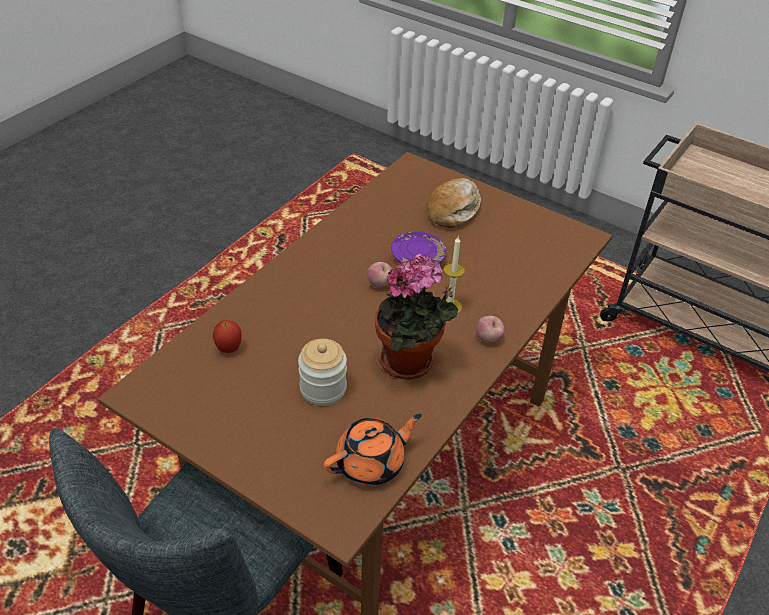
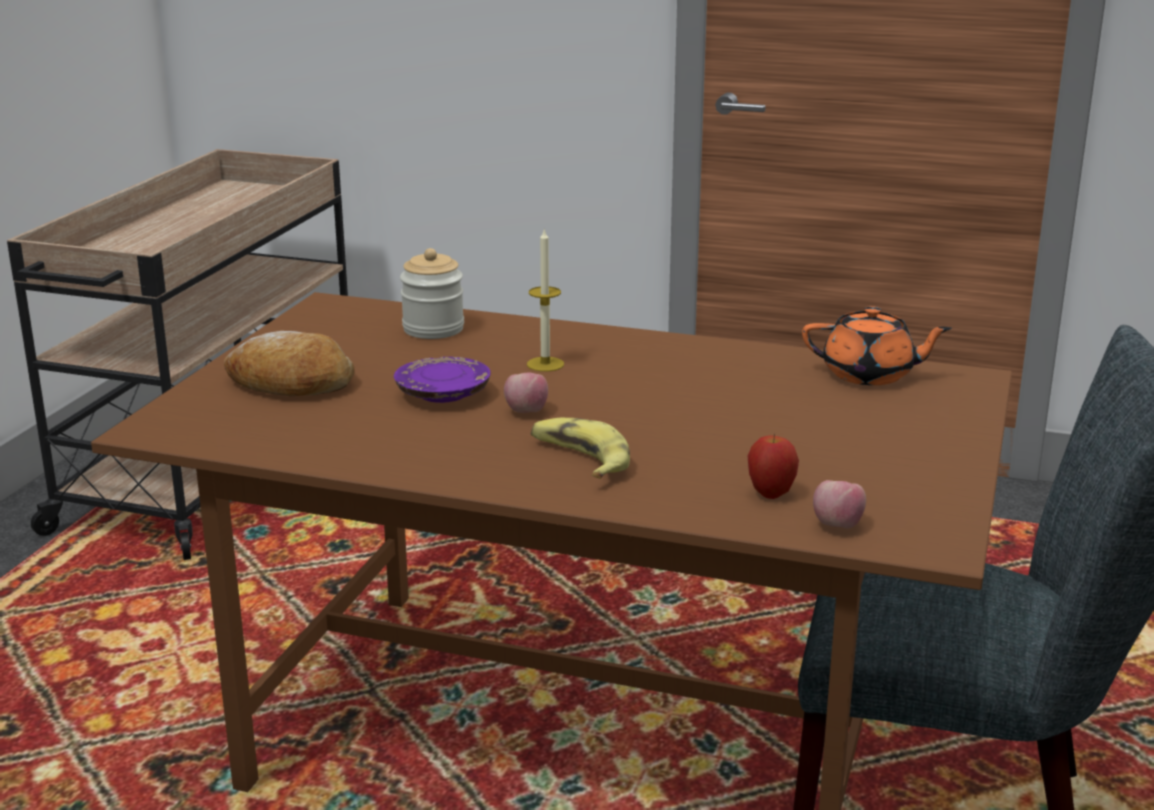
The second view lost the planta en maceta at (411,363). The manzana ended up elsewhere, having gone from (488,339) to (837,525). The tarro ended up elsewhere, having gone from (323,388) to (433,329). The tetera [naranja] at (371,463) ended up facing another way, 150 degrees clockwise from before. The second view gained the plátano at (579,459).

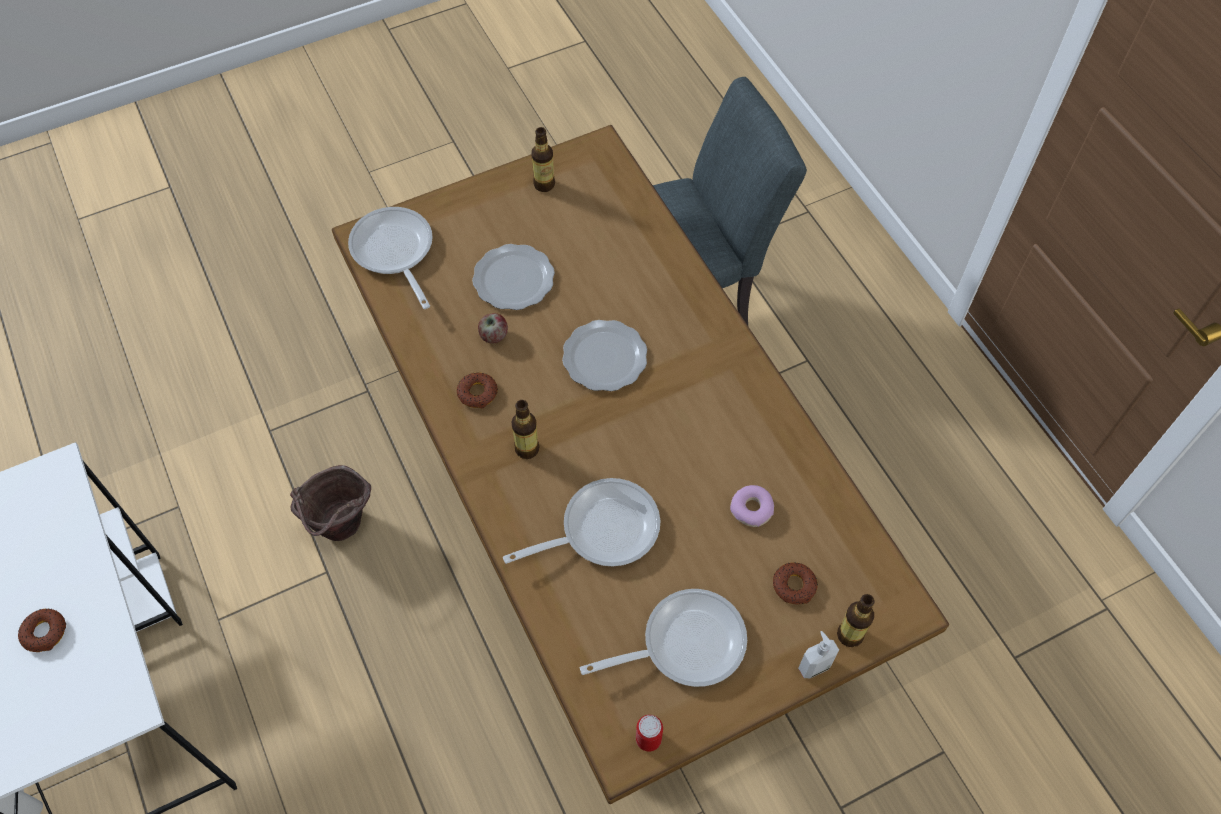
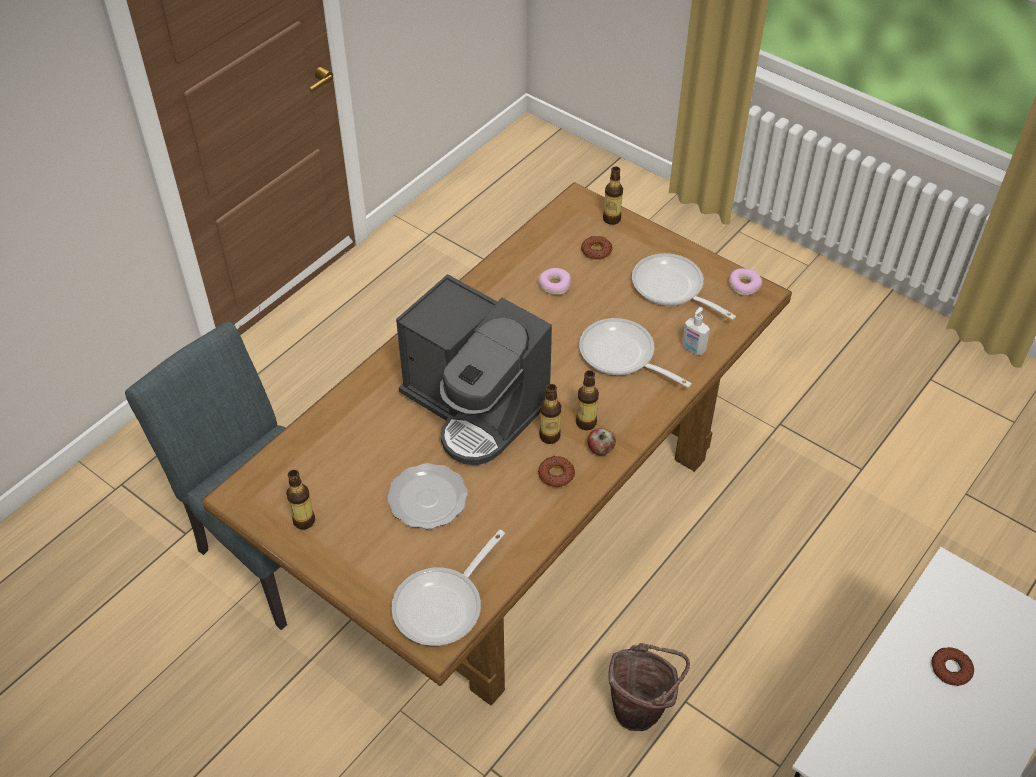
The manzana ended up elsewhere, having gone from (493,336) to (600,449). Where the plato stood at (604,359), the cafetera came to stand at (476,406). The dispensador de jabón ended up elsewhere, having gone from (814,666) to (693,349). Where the lata stood at (648,739), the rosquilla came to stand at (744,285). The second view gained the botella at (550,436).

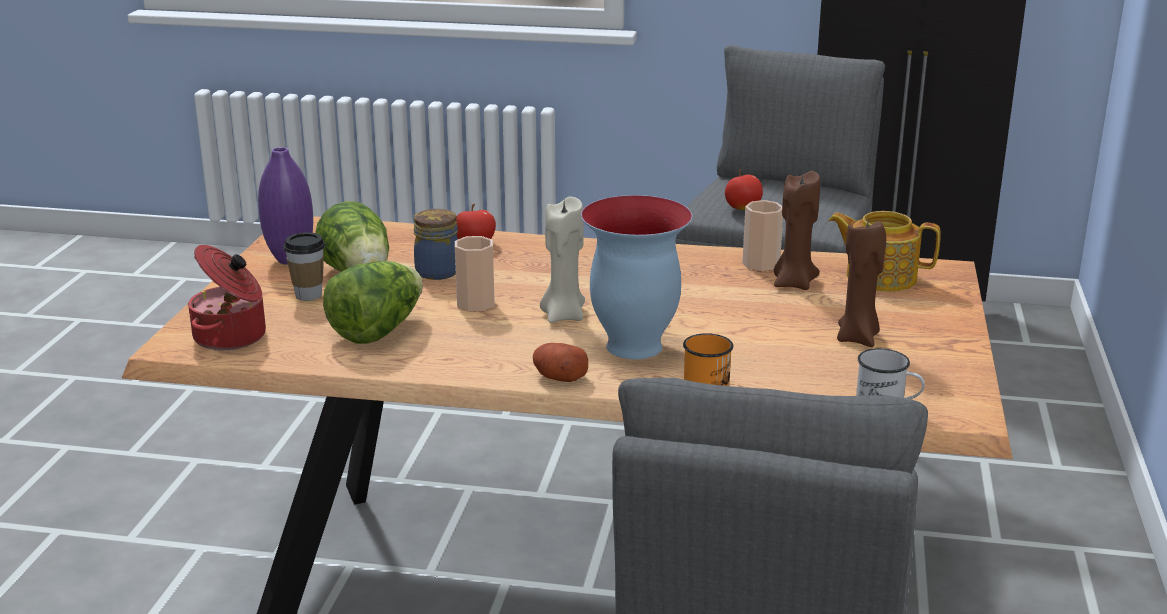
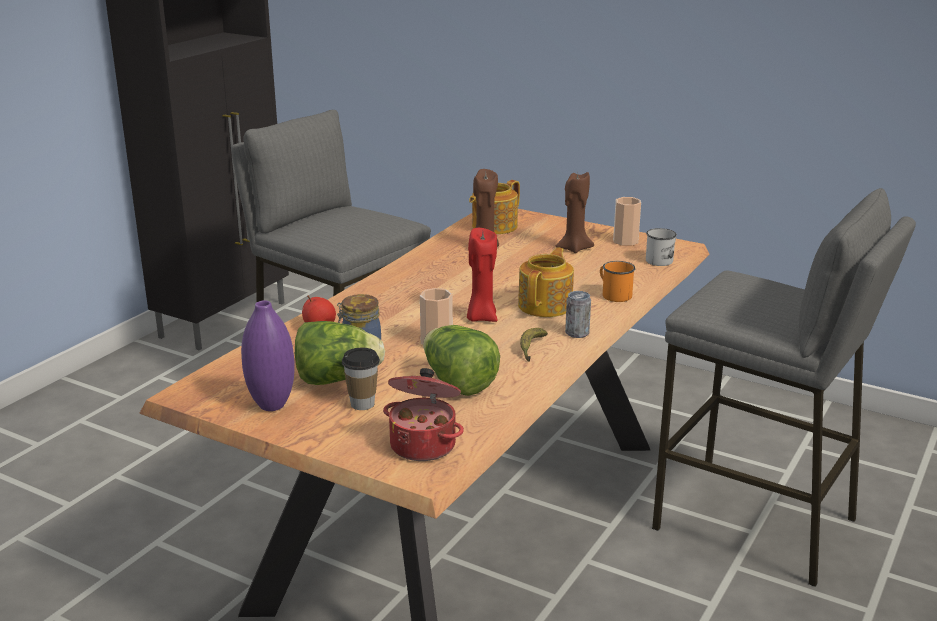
The second view lost the manzana at (743,208). Where the florero stood at (632,347), the tetera came to stand at (546,305). What was the vela [beis] at (563,315) turned into the vela [rojo] at (481,317). The taza ended up elsewhere, having gone from (761,264) to (625,241). Where the patata stood at (558,377), the lata came to stand at (577,333). The second view gained the plátano at (531,349).

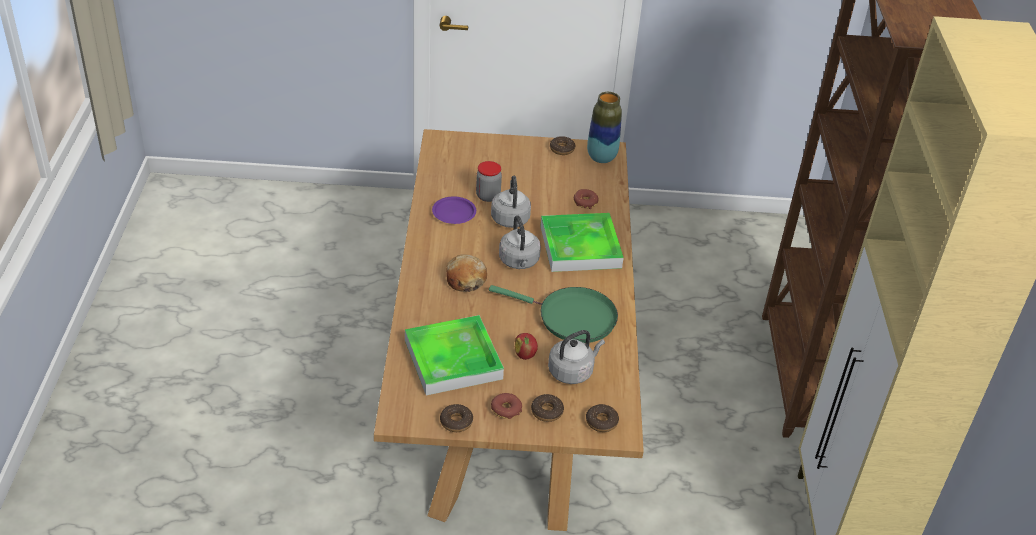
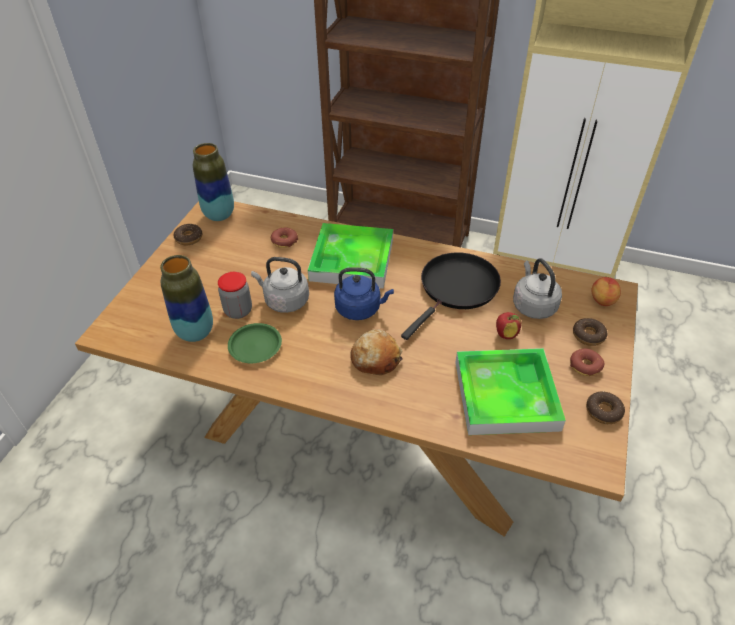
What was the plato [morado] at (454,213) turned into the plato [verde] at (255,346). What was the hervidor [gris] at (519,262) turned into the hervidor [azul] at (360,309). What was the sartén [verde] at (571,318) turned into the sartén [negro] at (456,289). Where the rosquilla stood at (601,422), the manzana came to stand at (602,300). The second view gained the florero at (195,332).

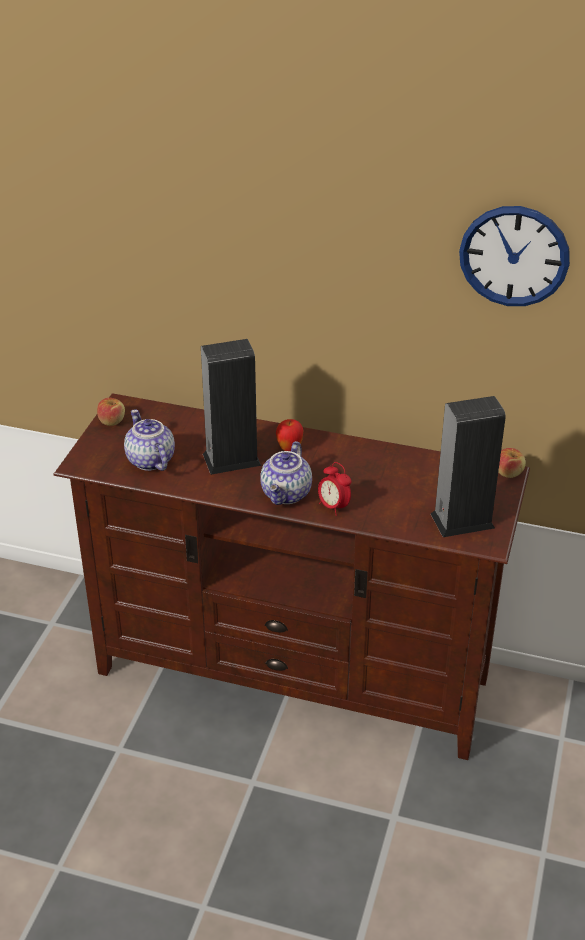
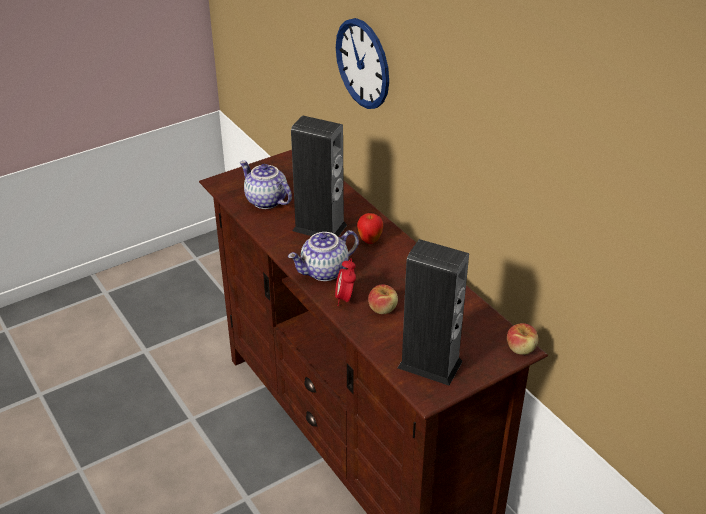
The reloj de pared ended up elsewhere, having gone from (514,256) to (363,63). The manzana ended up elsewhere, having gone from (112,421) to (383,308). The tetera at (149,460) ended up facing another way, 60 degrees counterclockwise from before.

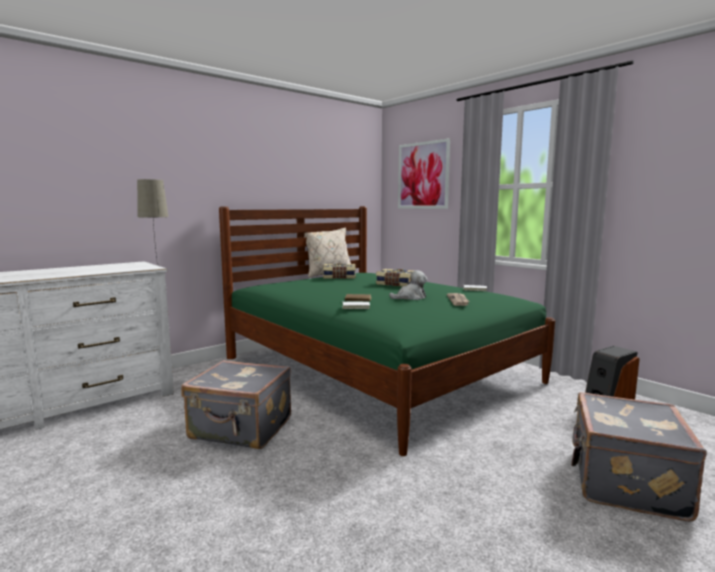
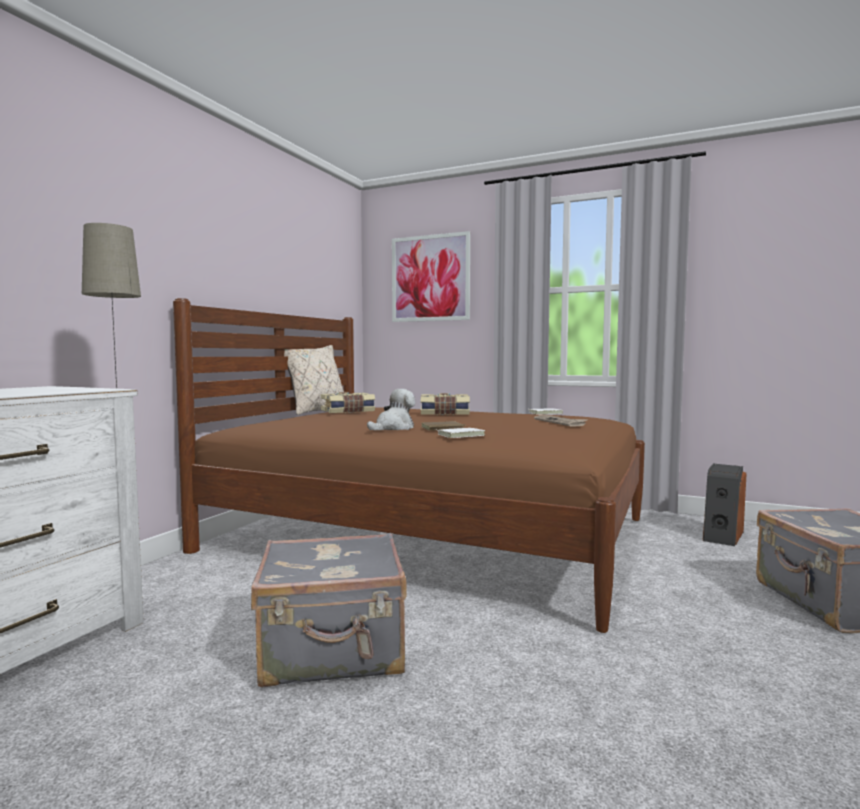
What was the cama [verde] at (375,370) turned into the cama [marrón] at (431,535). The peluche ended up elsewhere, having gone from (410,297) to (393,428).

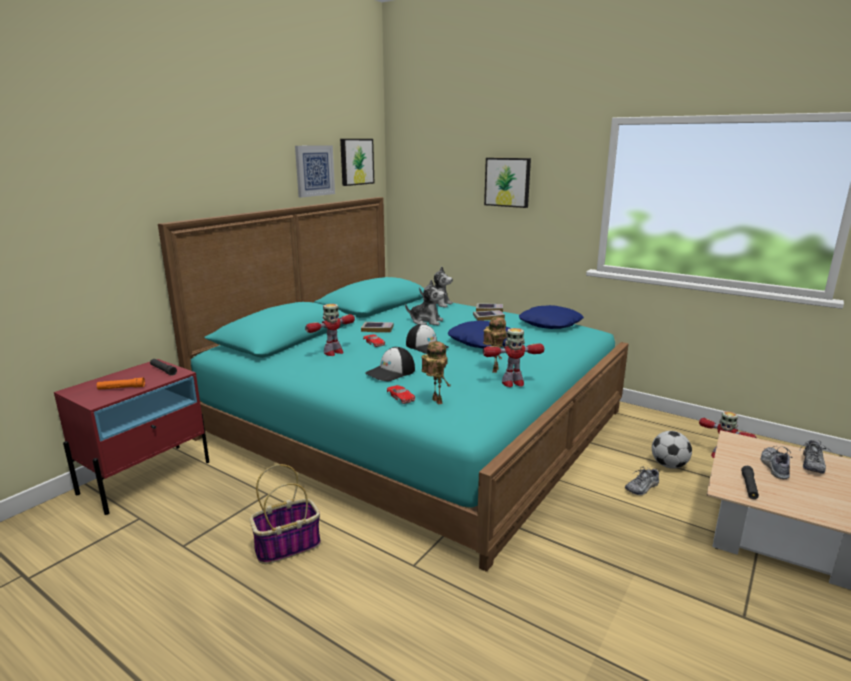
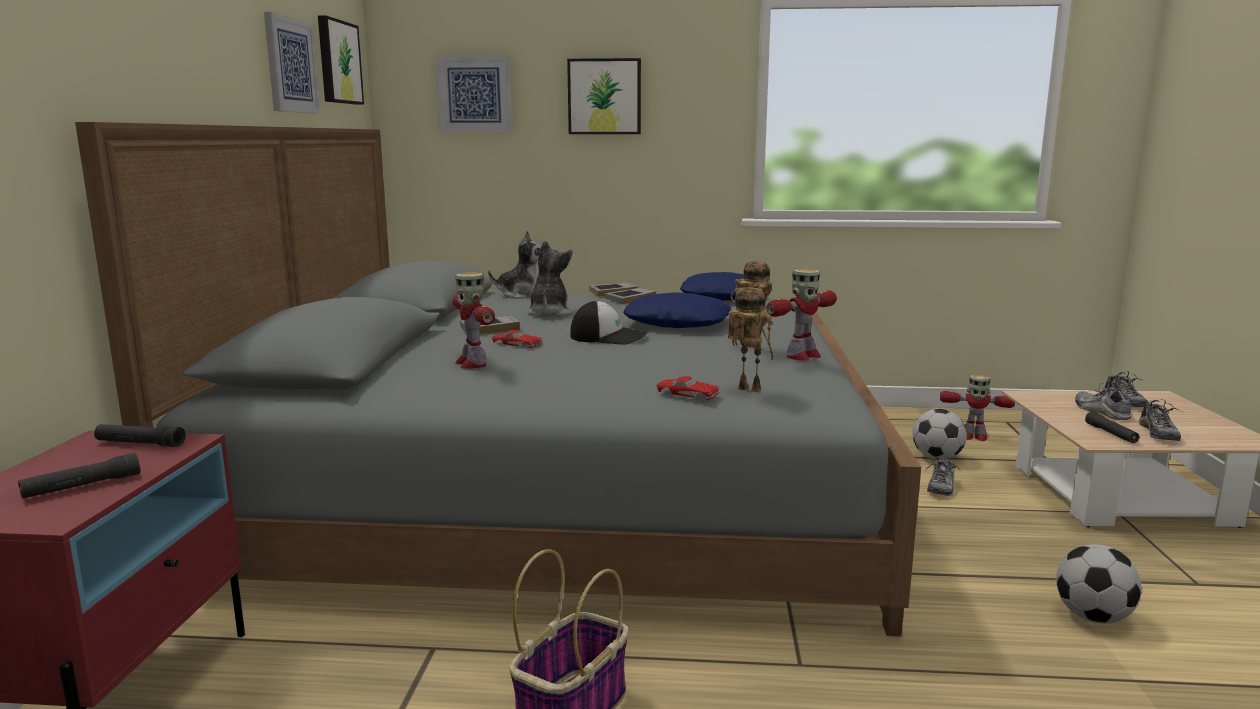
What was the cama [turquesa] at (415,423) turned into the cama [gris] at (565,485). The peluche at (426,321) ended up facing another way, 75 degrees counterclockwise from before. The robot de juguete at (333,352) ended up facing another way, 135 degrees clockwise from before. The second view lost the gorra at (391,372). What was the linterna [naranja] at (121,388) turned into the linterna [negro] at (82,486). The second view gained the cuadro at (474,94). The second view gained the zapato at (1158,433). The second view gained the balón de fútbol at (1092,617).

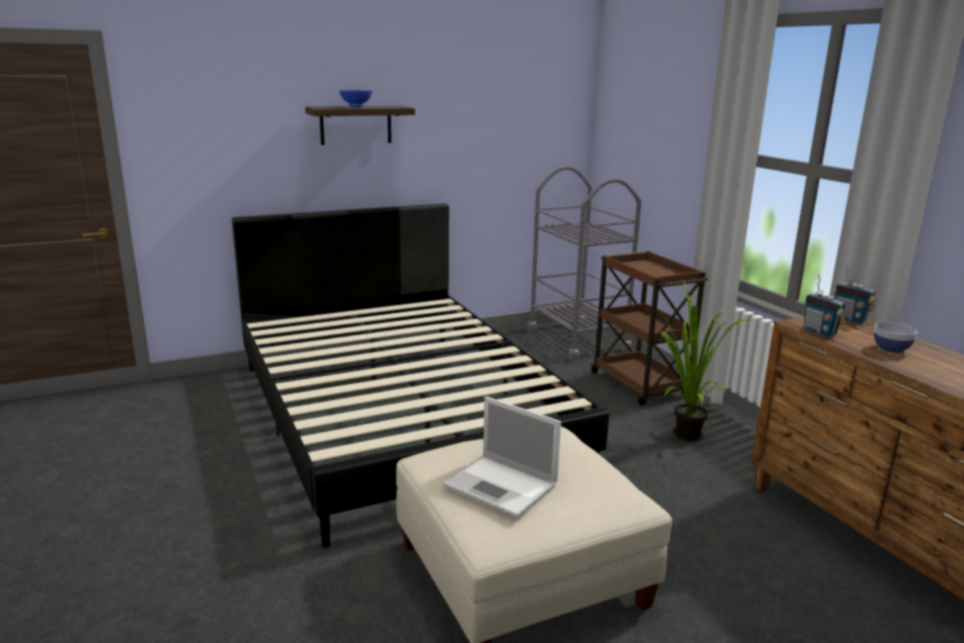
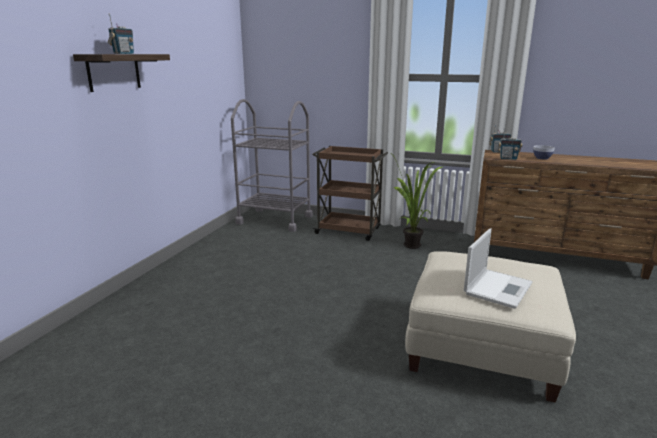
Where the cuenco [azul] stood at (356,107), the radio came to stand at (123,53). The second view lost the cama [negro] at (400,415). The portátil at (502,486) ended up facing another way, 45 degrees counterclockwise from before.

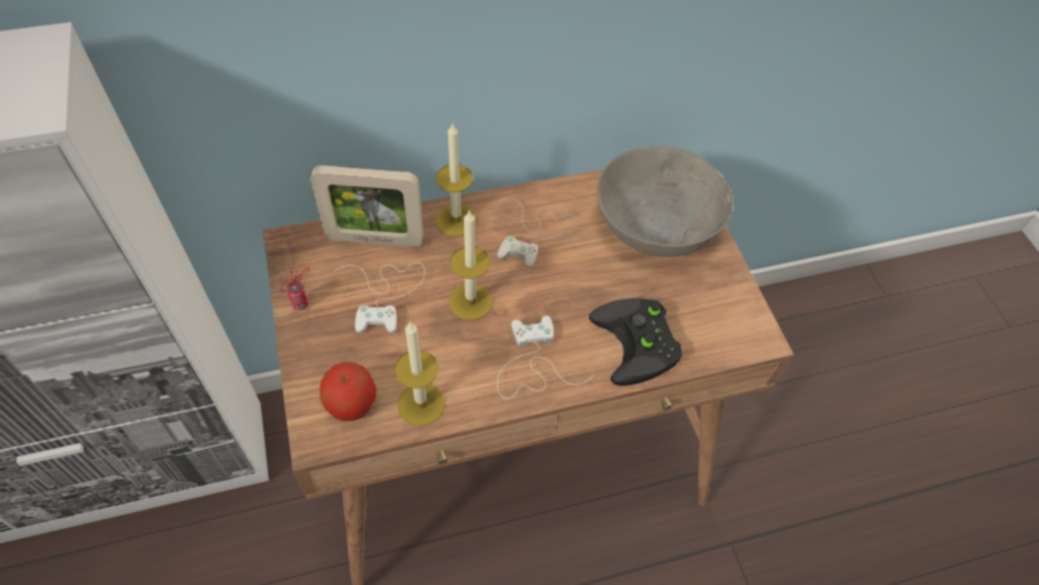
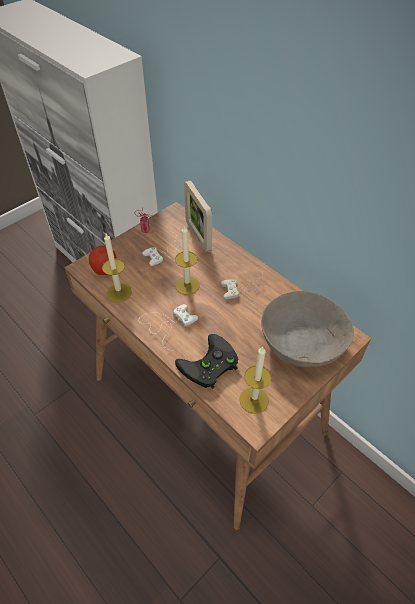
The vela ended up elsewhere, having gone from (456,220) to (254,400).

